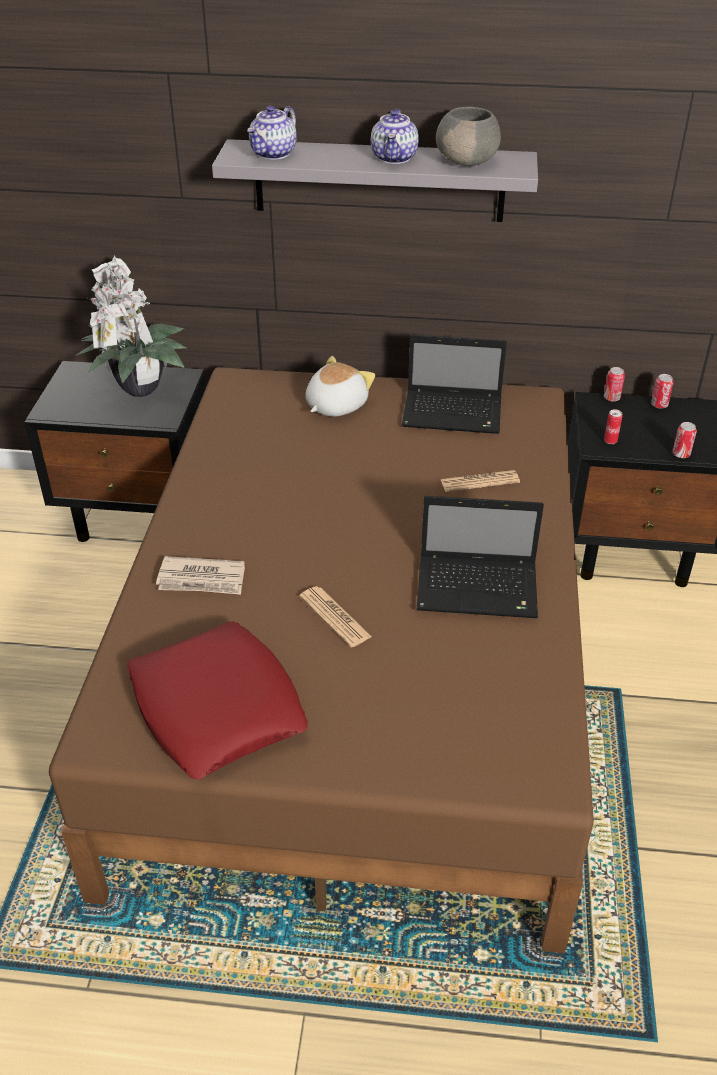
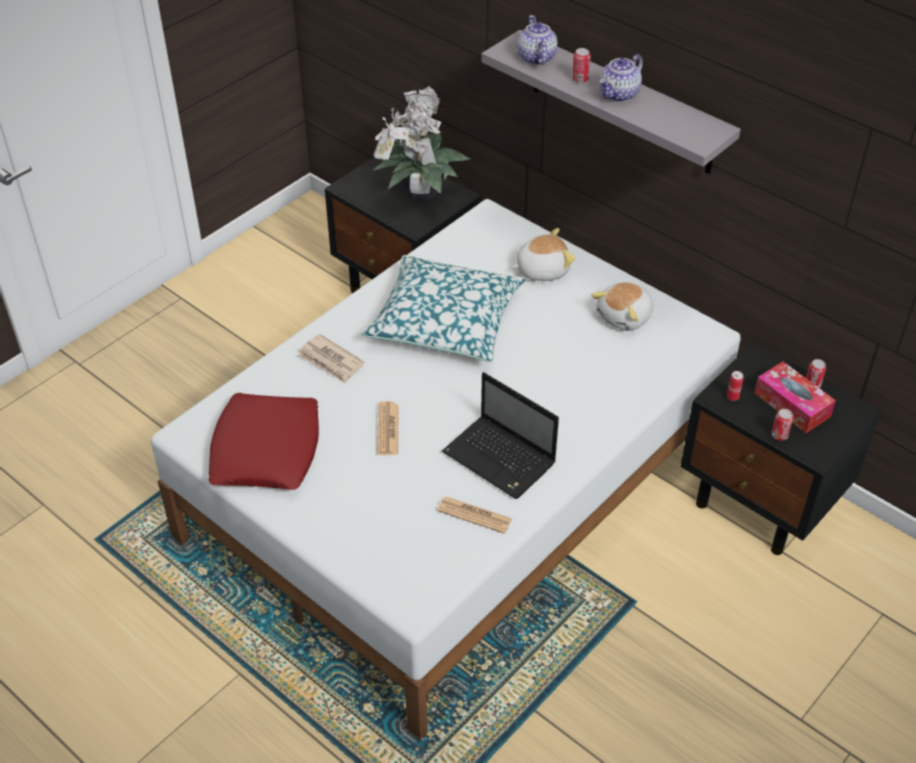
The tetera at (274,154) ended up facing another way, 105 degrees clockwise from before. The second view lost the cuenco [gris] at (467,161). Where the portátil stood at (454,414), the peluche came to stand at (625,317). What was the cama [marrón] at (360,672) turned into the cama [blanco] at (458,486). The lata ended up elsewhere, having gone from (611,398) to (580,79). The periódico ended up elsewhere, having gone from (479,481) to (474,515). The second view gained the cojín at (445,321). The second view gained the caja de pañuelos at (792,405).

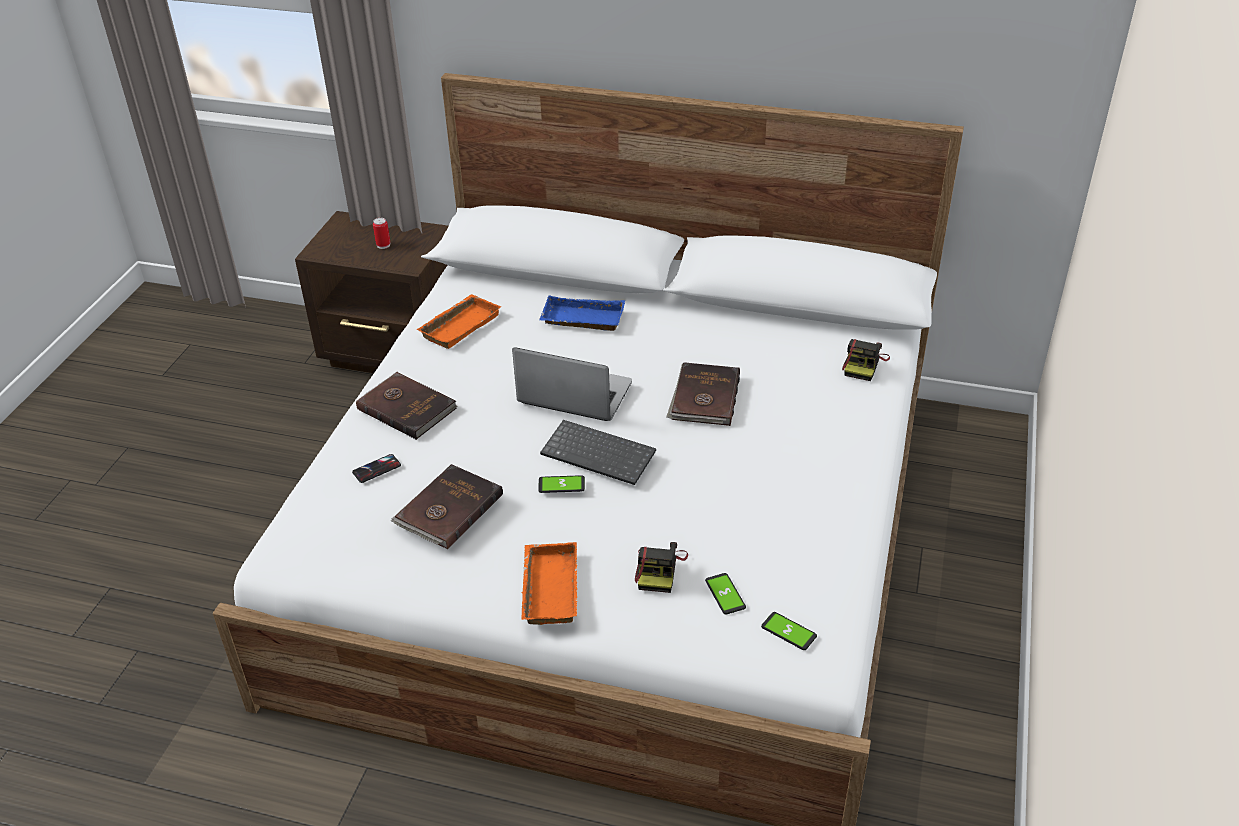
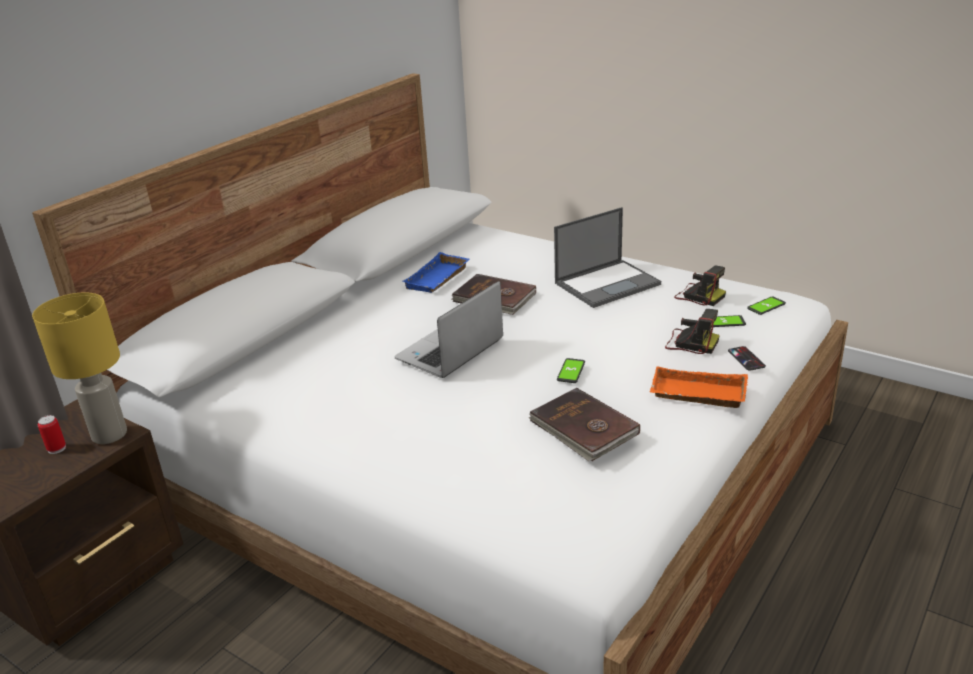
The second view lost the bandeja [naranja] at (459,325). The bandeja [azul] ended up elsewhere, having gone from (581,320) to (438,279). The cámara ended up elsewhere, having gone from (864,364) to (698,296). The second view lost the libro [marrón] at (407,407). The second view lost the teclado at (600,453). The móvil ended up elsewhere, having gone from (376,469) to (746,359). The second view gained the portátil at (608,283). The second view gained the lámpara de mesa [amarillo] at (110,434).

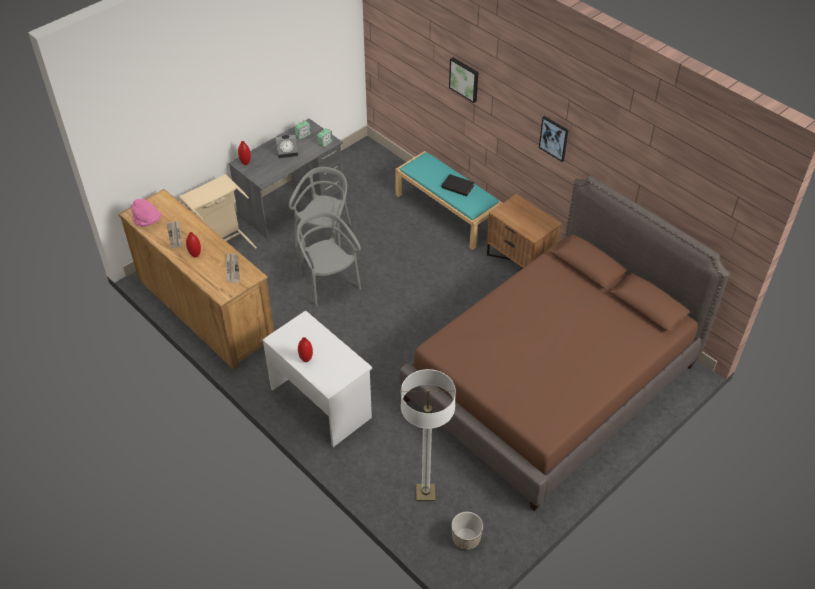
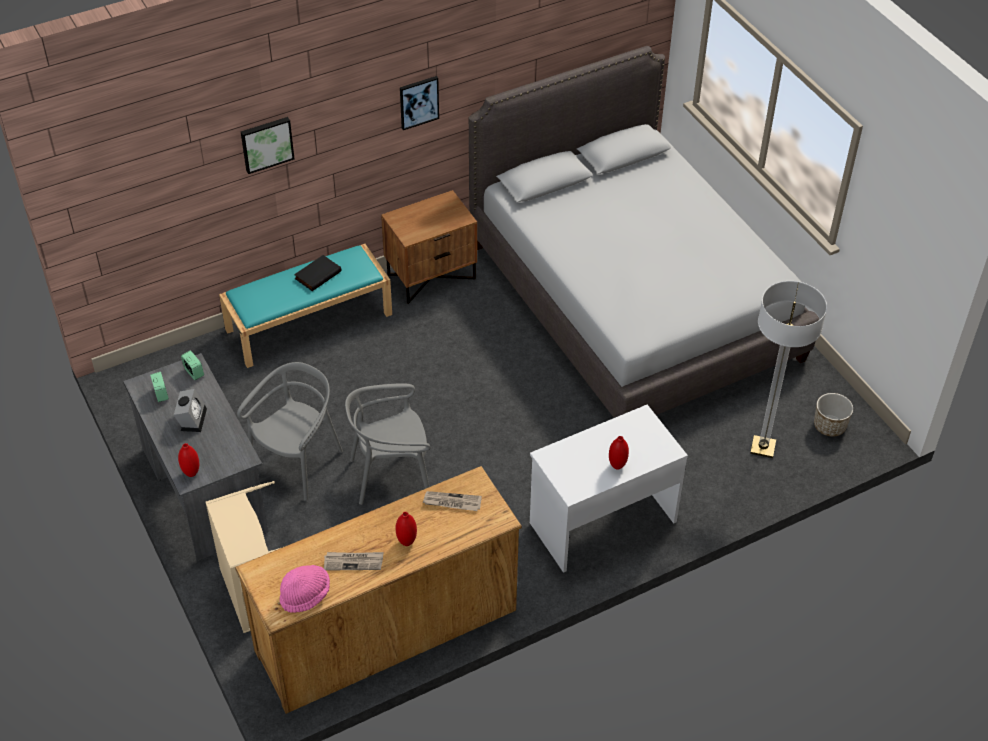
The silla [gris] at (325,237) ended up facing another way, 90 degrees clockwise from before. What was the cama [marrón] at (551,382) turned into the cama [gris] at (633,300).

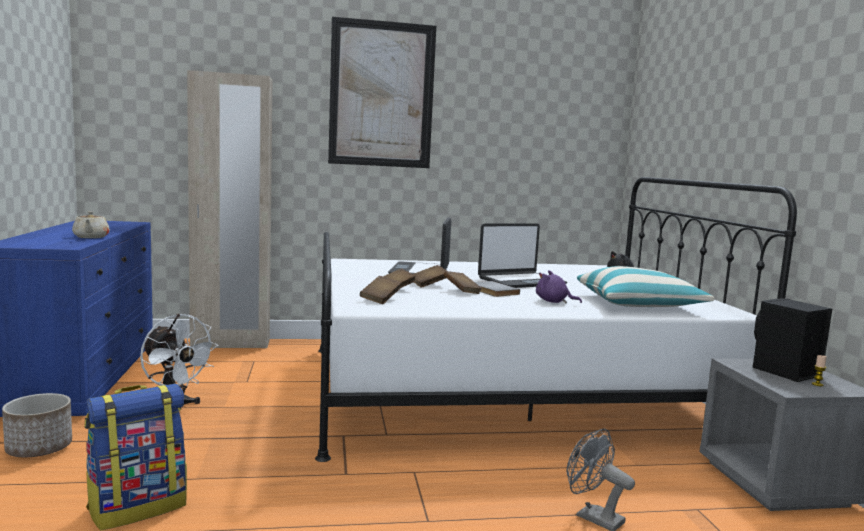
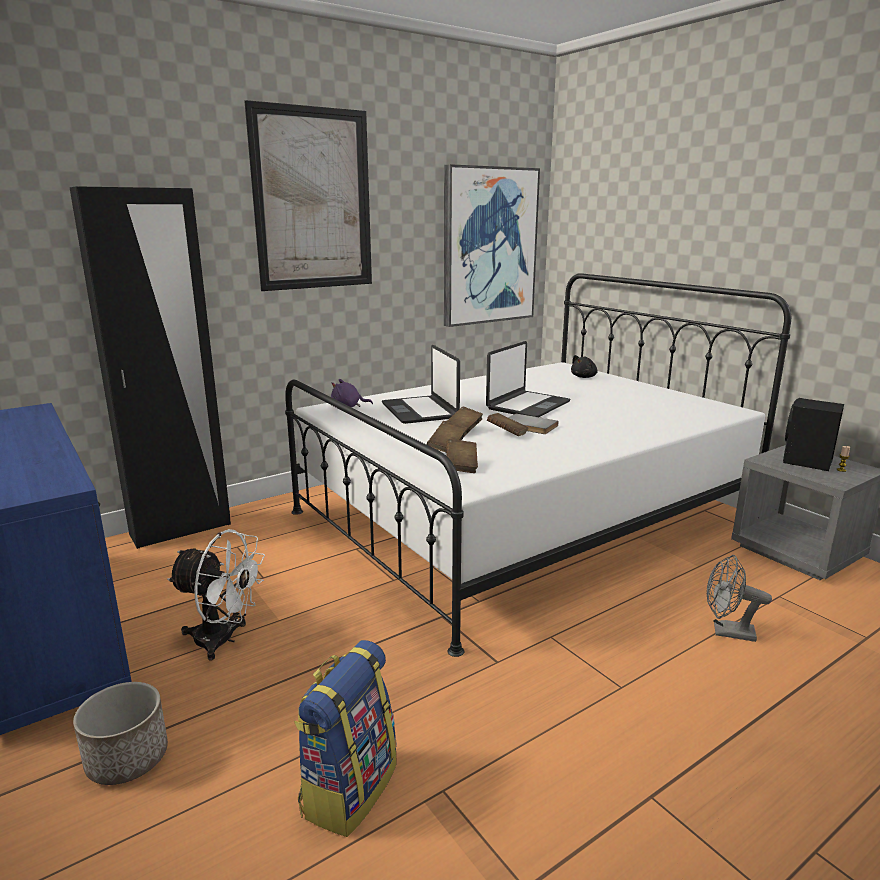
What was the armario ropero [beis] at (230,344) turned into the armario ropero [negro] at (181,529). The second view lost the tetera [beis] at (91,237). The second view lost the cojín at (638,304). The peluche [morado] ended up elsewhere, having gone from (554,302) to (348,406). The second view gained the cuadro at (489,246).

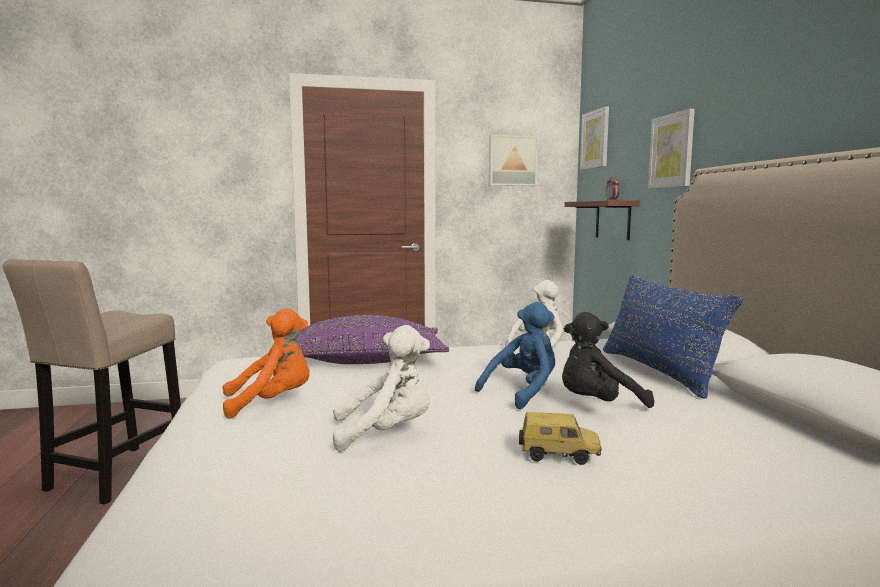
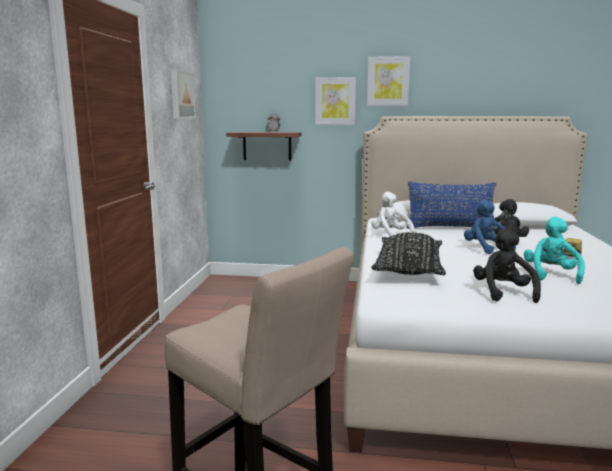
The cuadro ended up elsewhere, having gone from (595,139) to (388,81). What was the peluche [naranja] at (272,402) turned into the peluche [negro] at (503,293). What was the cojín [morado] at (365,362) turned into the cojín [negro] at (409,269). What was the peluche [blanco] at (387,433) turned into the peluche [turquesa] at (551,275).

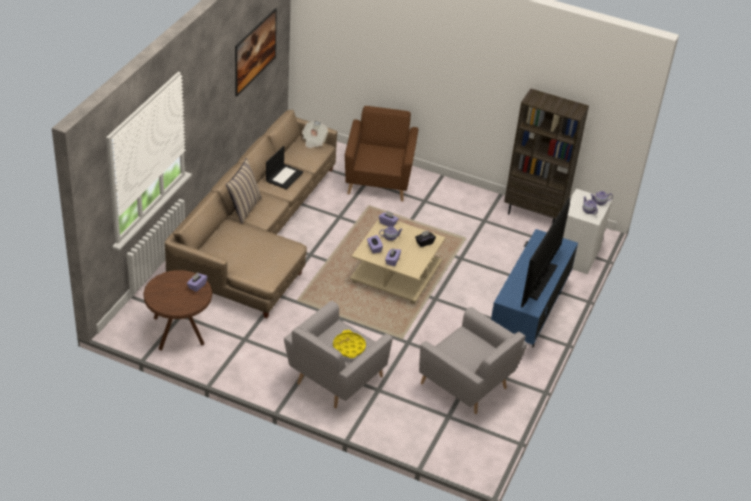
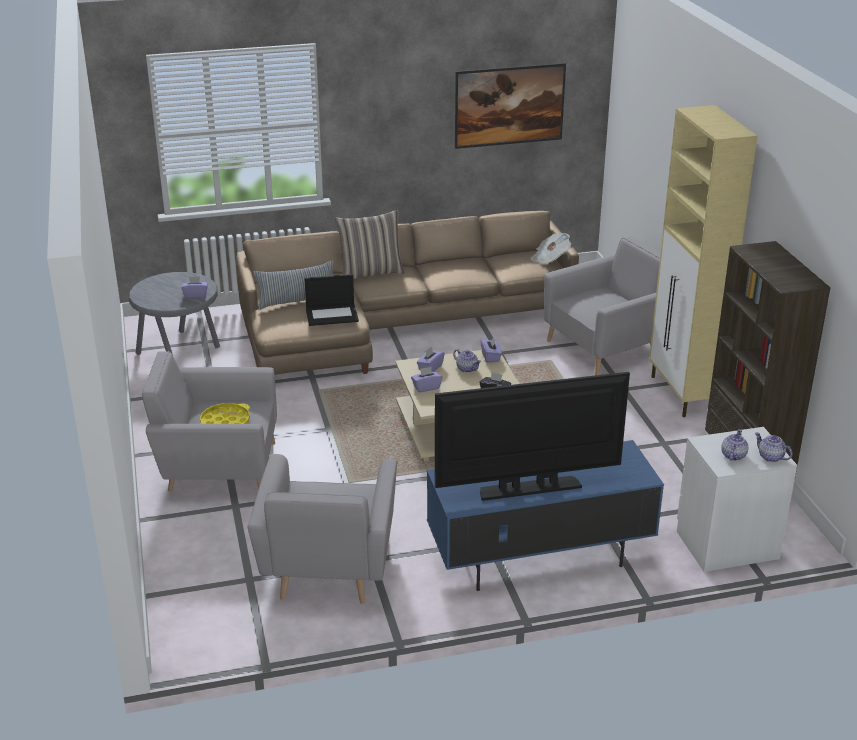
What was the sillón [marrón] at (379,180) turned into the sillón [gris] at (606,347). The portátil ended up elsewhere, having gone from (284,176) to (332,315). What was the mesa auxiliar [marrón] at (179,330) turned into the mesa auxiliar [gris] at (180,350). The second view gained the armario [beis] at (682,395). The second view gained the cojín at (297,301).

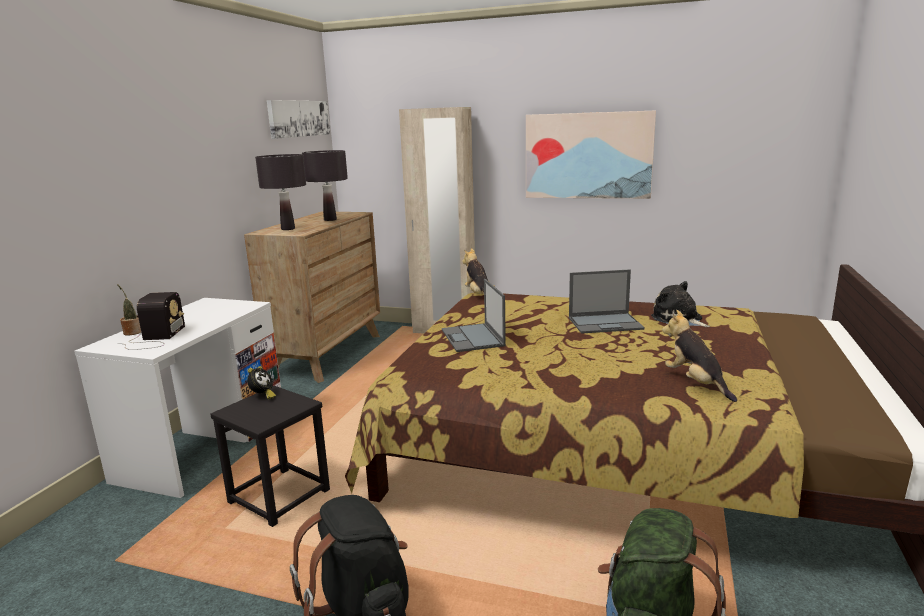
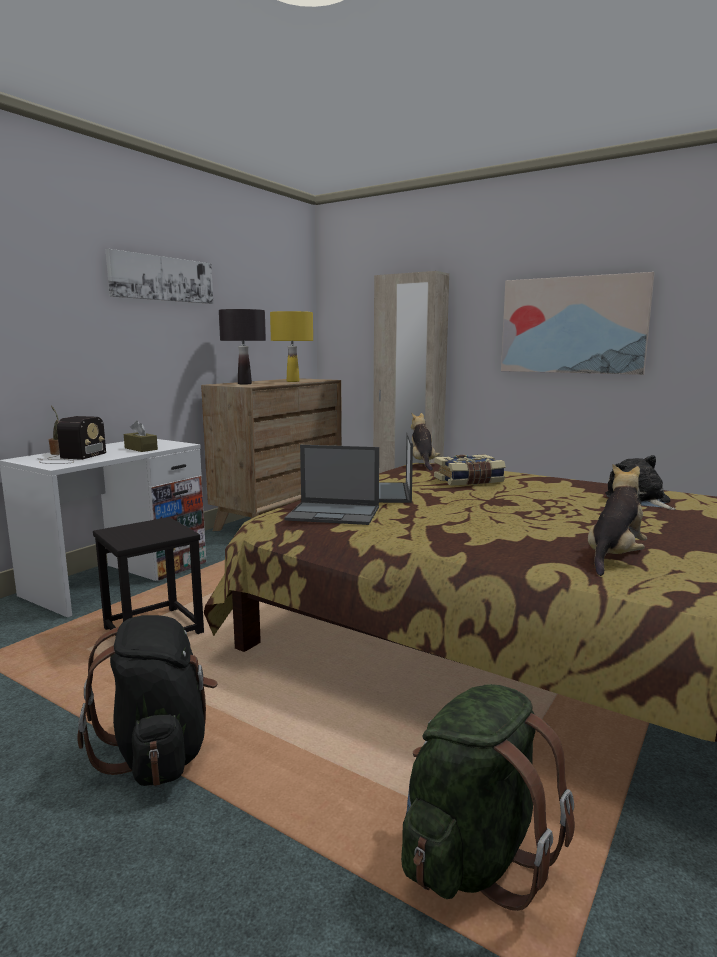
The cuadro ended up elsewhere, having gone from (298,118) to (162,278). What was the lámpara de mesa [negro] at (330,219) turned into the lámpara de mesa [amarillo] at (293,381). The portátil ended up elsewhere, having gone from (606,323) to (334,514). The peluche at (696,383) ended up facing another way, 45 degrees clockwise from before. The second view lost the despertador at (262,396). The second view gained the caja de pañuelos [marrón] at (141,449). The second view gained the libro at (469,481).

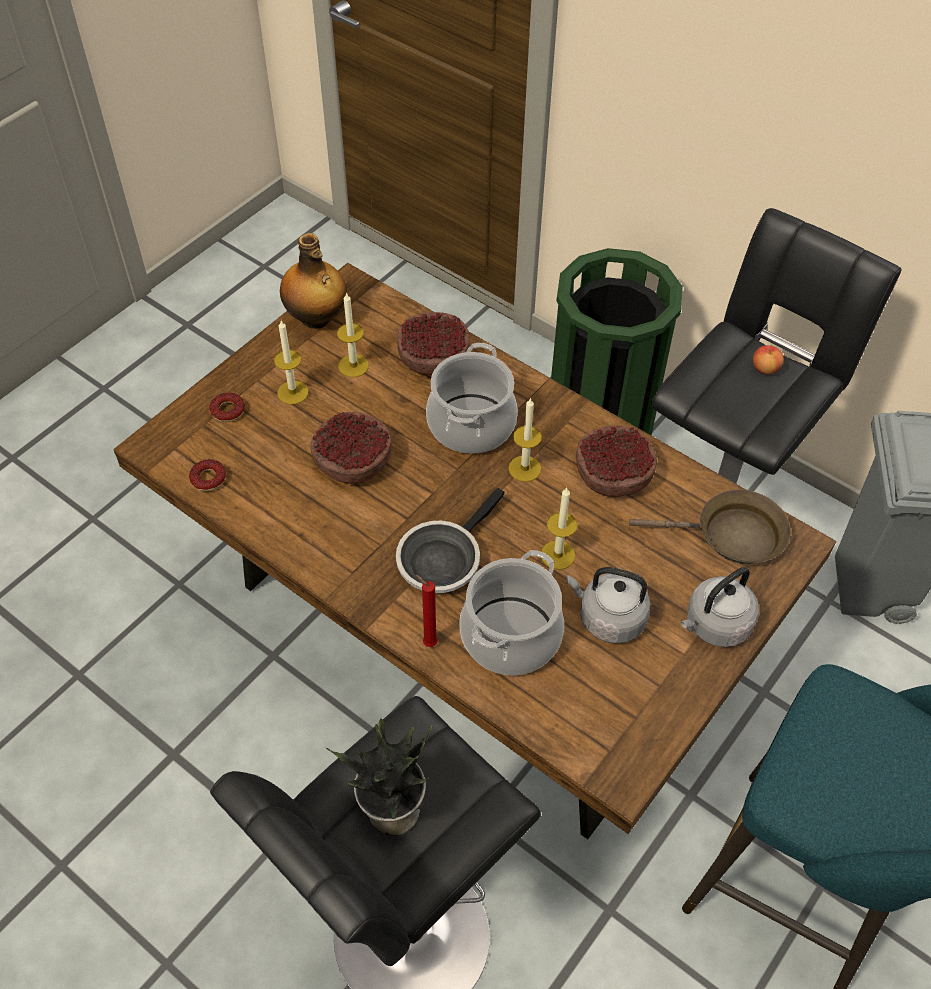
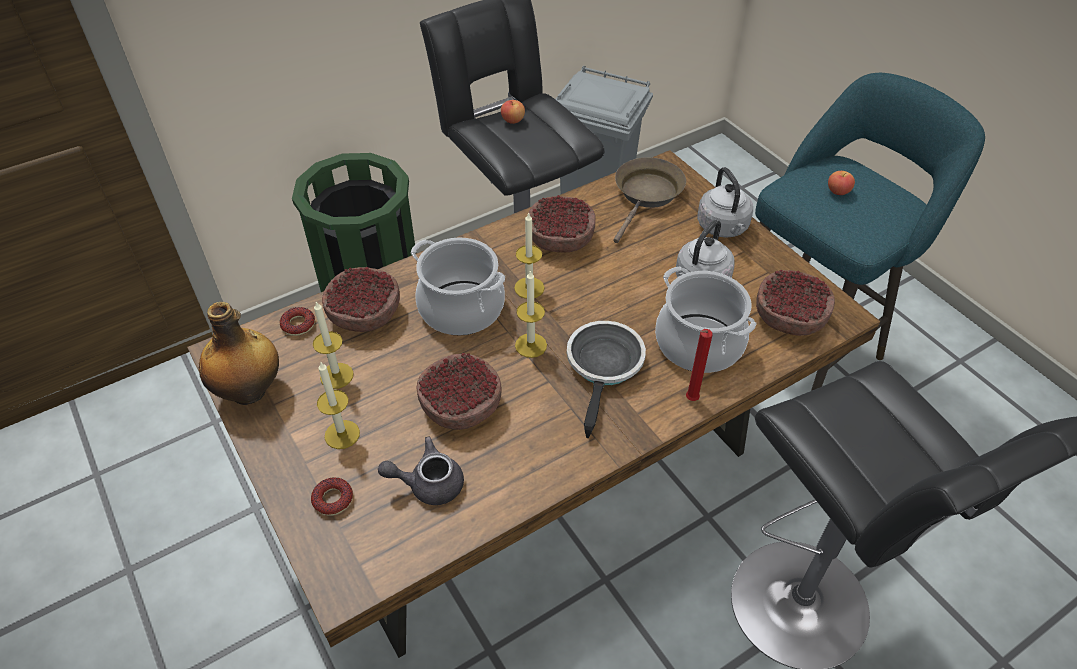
The rosquilla ended up elsewhere, having gone from (208,478) to (298,325). The vela ended up elsewhere, having gone from (558,555) to (531,345). The sartén at (442,559) ended up facing another way, 135 degrees counterclockwise from before. The second view lost the planta en maceta at (391,811). The second view gained the manzana at (838,191). The second view gained the cuenco at (789,317). The second view gained the tetera [gris] at (428,483).

